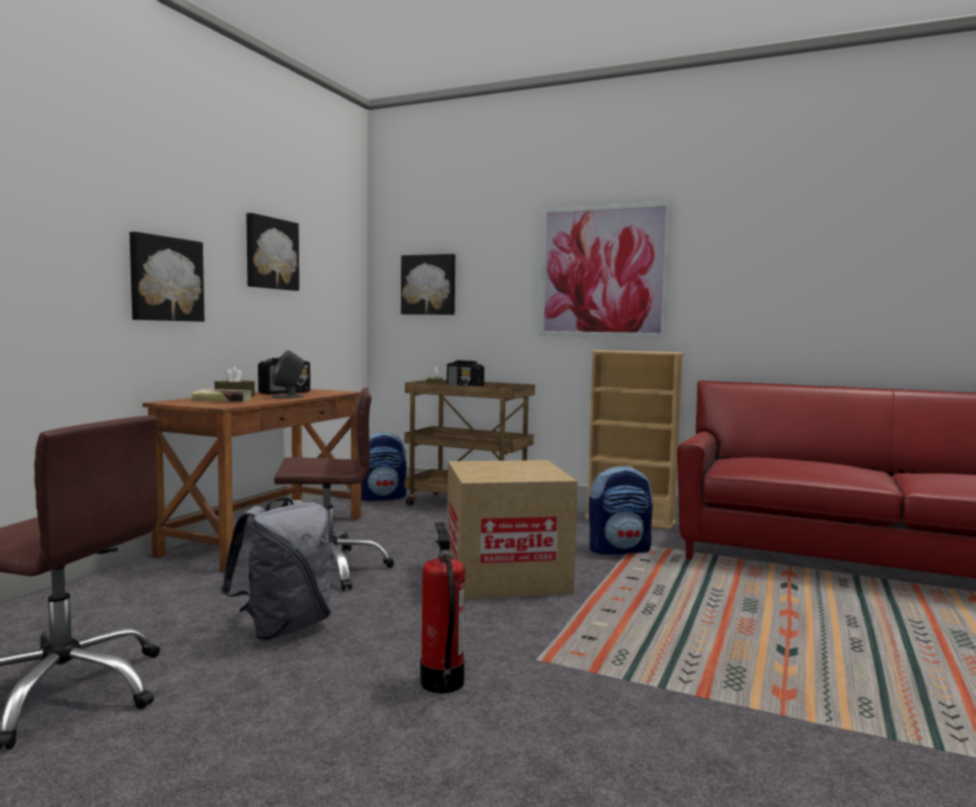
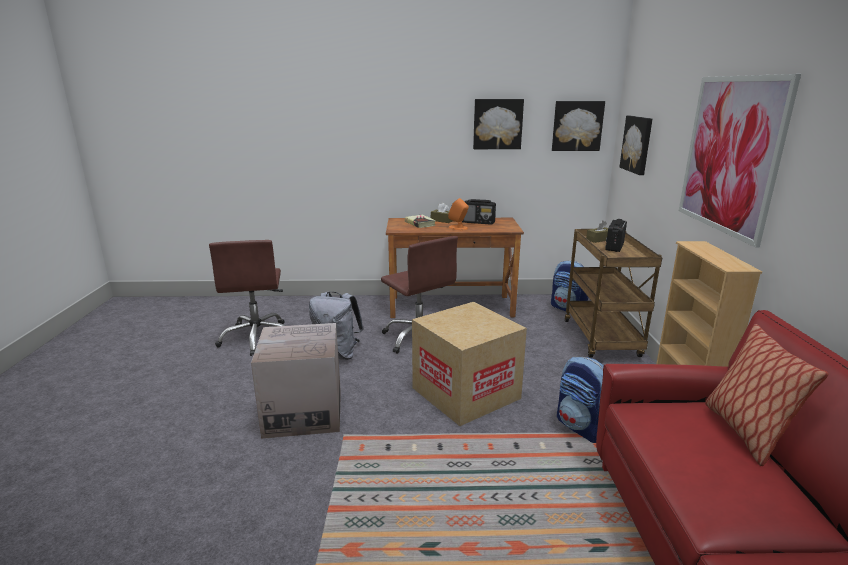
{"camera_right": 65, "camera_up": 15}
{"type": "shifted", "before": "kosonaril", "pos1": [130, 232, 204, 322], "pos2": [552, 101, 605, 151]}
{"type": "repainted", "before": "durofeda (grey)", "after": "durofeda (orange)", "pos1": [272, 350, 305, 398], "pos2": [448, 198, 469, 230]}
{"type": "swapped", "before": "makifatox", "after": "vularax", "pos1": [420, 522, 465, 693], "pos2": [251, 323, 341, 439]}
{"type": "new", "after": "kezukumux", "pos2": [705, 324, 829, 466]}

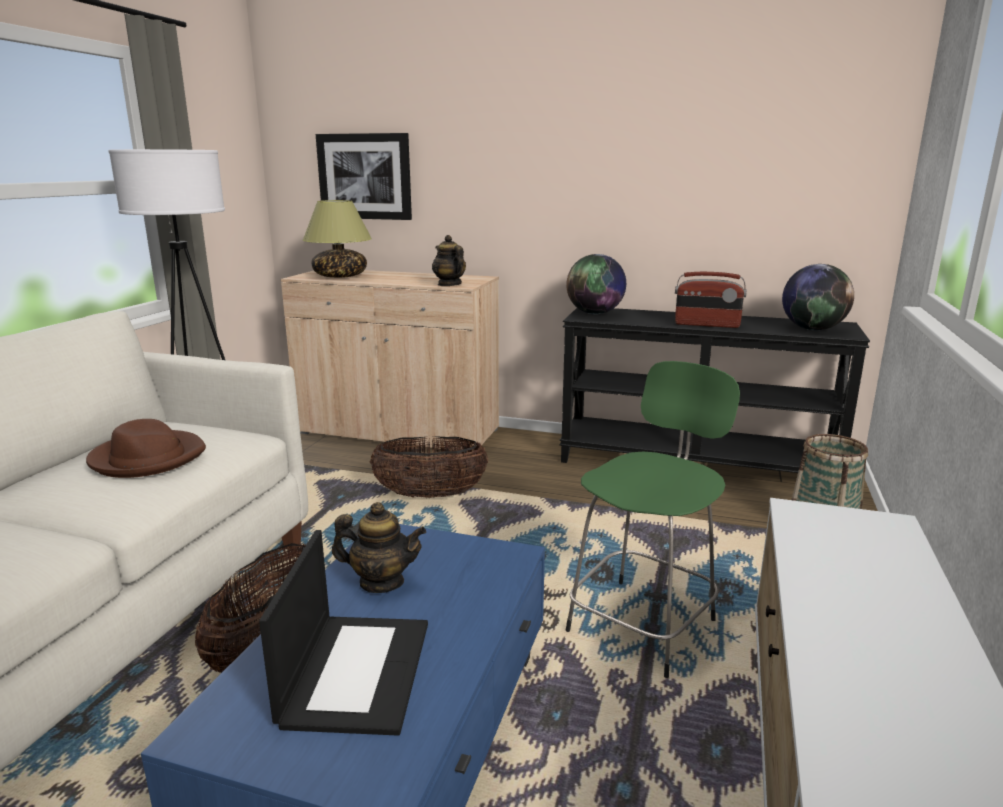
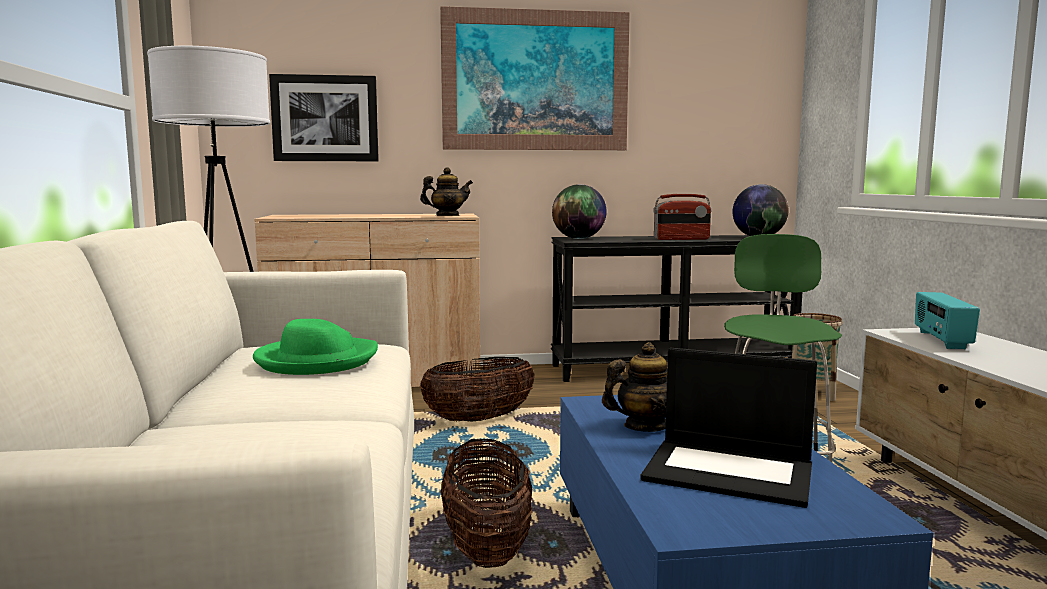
{"camera_right": -25, "camera_up": -10}
{"type": "repainted", "before": "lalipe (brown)", "after": "lalipe (green)", "pos1": [86, 419, 206, 478], "pos2": [253, 319, 378, 375]}
{"type": "rotated", "before": "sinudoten", "pos1": [259, 530, 428, 736], "pos2": [641, 347, 817, 508], "turn": 135}
{"type": "gone", "before": "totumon", "pos1": [303, 200, 372, 278]}
{"type": "rotated", "before": "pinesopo", "pos1": [432, 235, 466, 286], "pos2": [420, 167, 473, 216], "turn": 135}
{"type": "new", "after": "kosonaril", "pos2": [440, 6, 630, 150]}
{"type": "new", "after": "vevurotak", "pos2": [915, 292, 980, 349]}

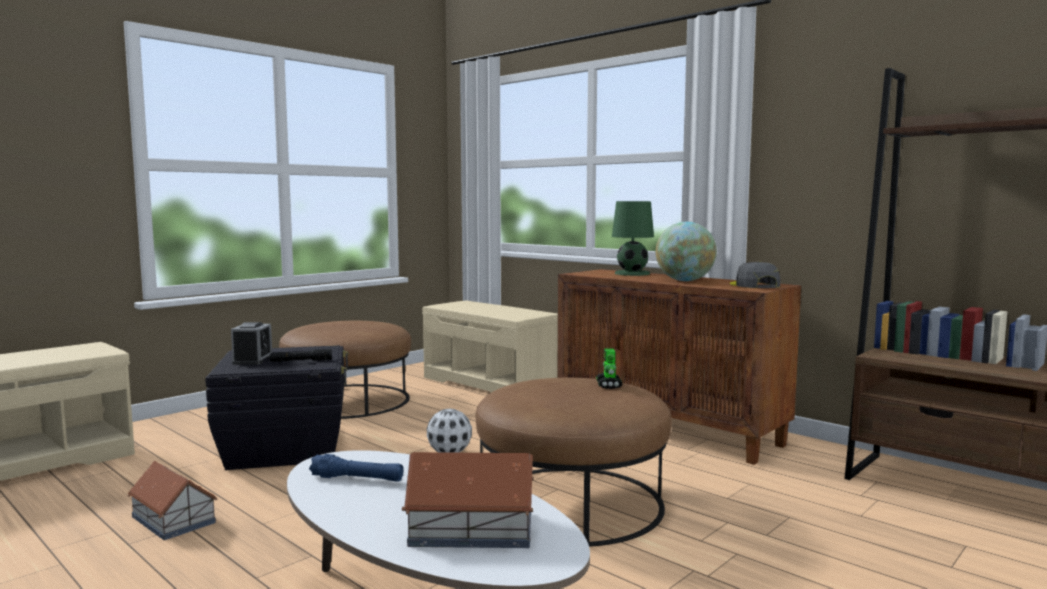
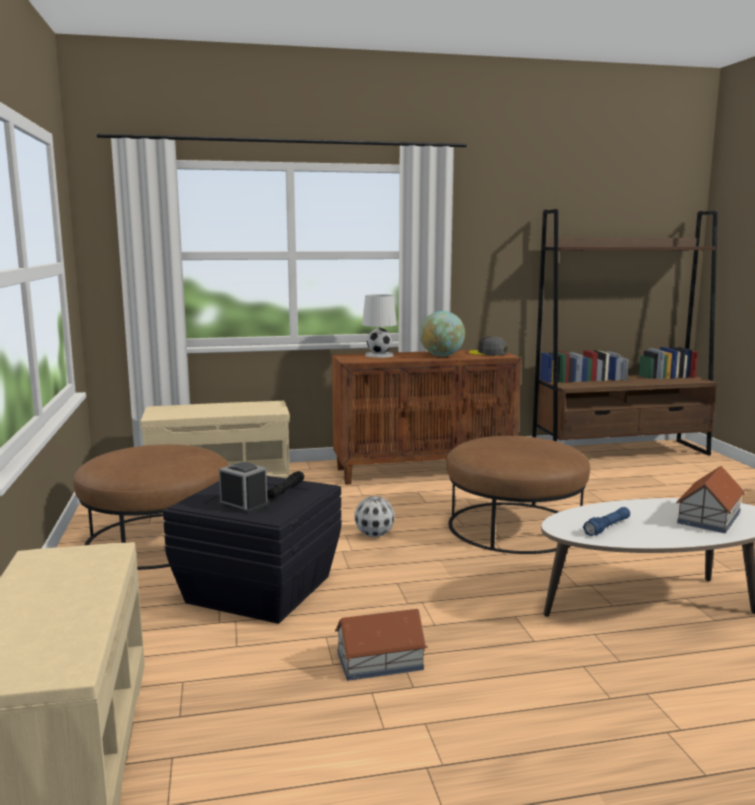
{"camera_right": -55, "camera_up": 5}
{"type": "gone", "before": "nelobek", "pos1": [596, 348, 622, 389]}
{"type": "repainted", "before": "totumon (green)", "after": "totumon (white)", "pos1": [612, 201, 654, 276], "pos2": [362, 294, 397, 358]}

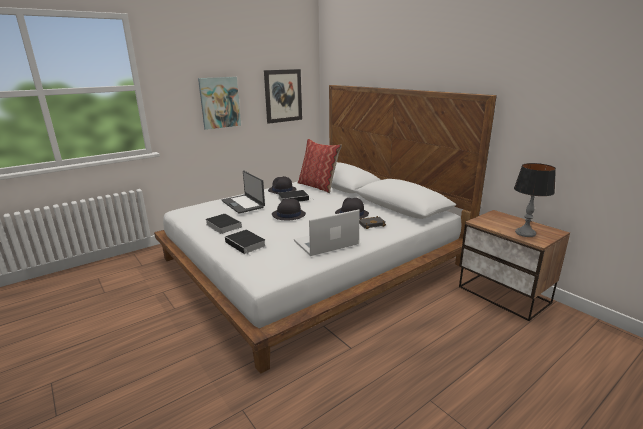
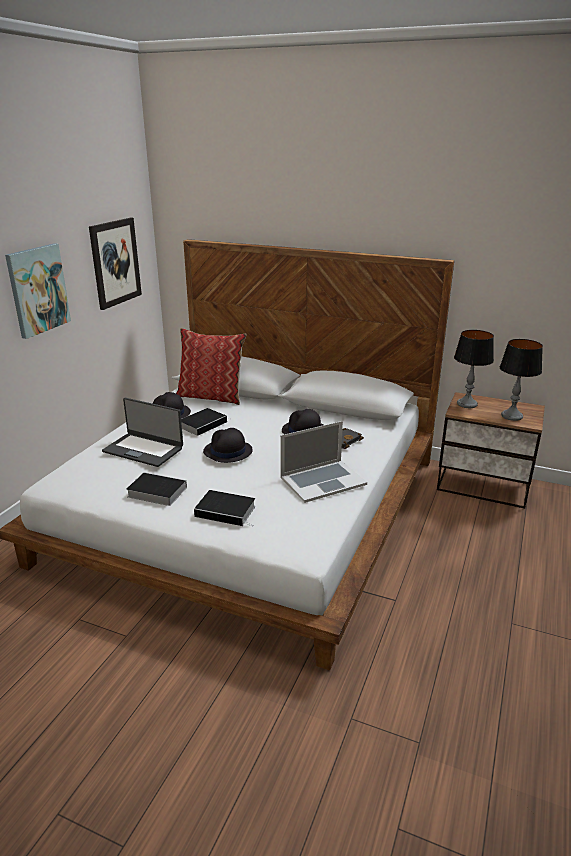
{"camera_right": -30, "camera_up": 5}
{"type": "rotated", "before": "sinudoten", "pos1": [294, 209, 360, 256], "pos2": [280, 421, 367, 503], "turn": -150}
{"type": "new", "after": "totumon", "pos2": [454, 330, 494, 408]}

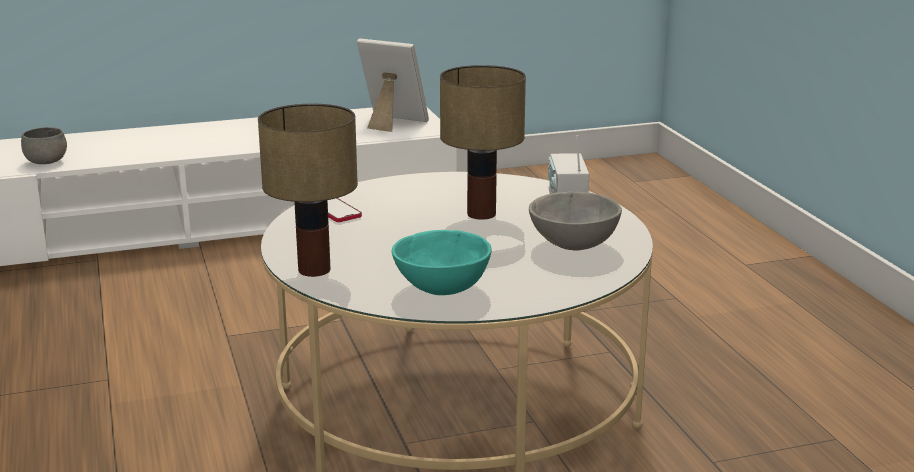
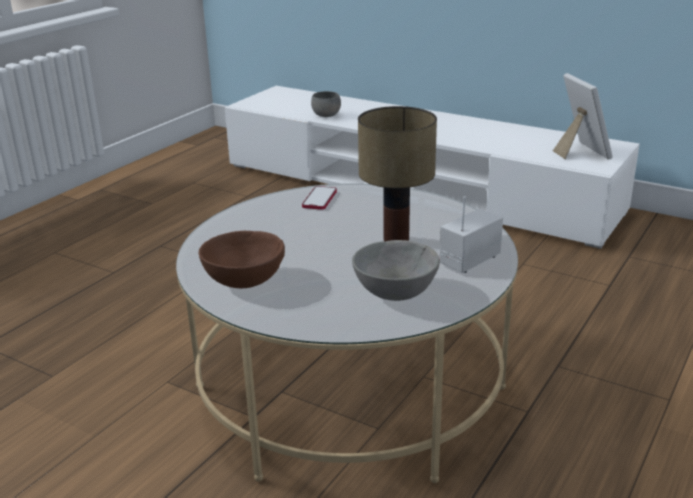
{"camera_right": 50, "camera_up": 5}
{"type": "gone", "before": "totumon", "pos1": [258, 104, 358, 277]}
{"type": "repainted", "before": "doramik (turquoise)", "after": "doramik (brown)", "pos1": [392, 230, 492, 295], "pos2": [199, 231, 285, 288]}

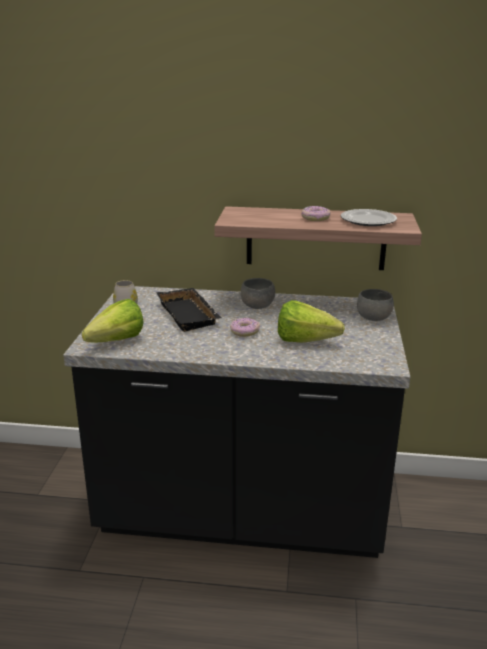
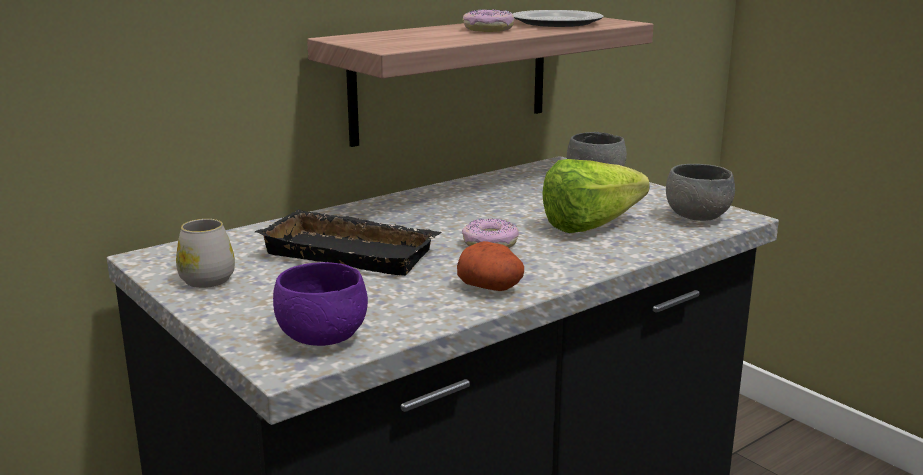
{"camera_right": -45, "camera_up": -5}
{"type": "swapped", "before": "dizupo", "after": "doramik (purple)", "pos1": [82, 299, 144, 342], "pos2": [273, 262, 368, 346]}
{"type": "shifted", "before": "doramik (grey)", "pos1": [241, 278, 275, 309], "pos2": [666, 164, 735, 221]}
{"type": "new", "after": "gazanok", "pos2": [457, 241, 524, 291]}

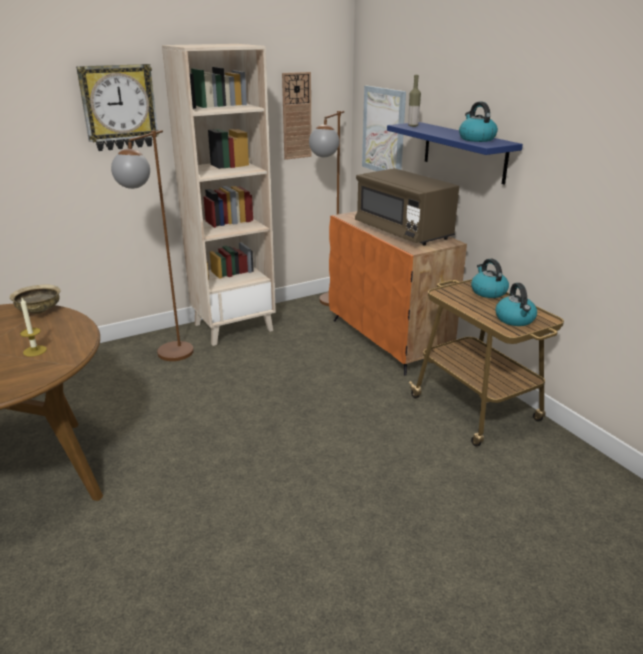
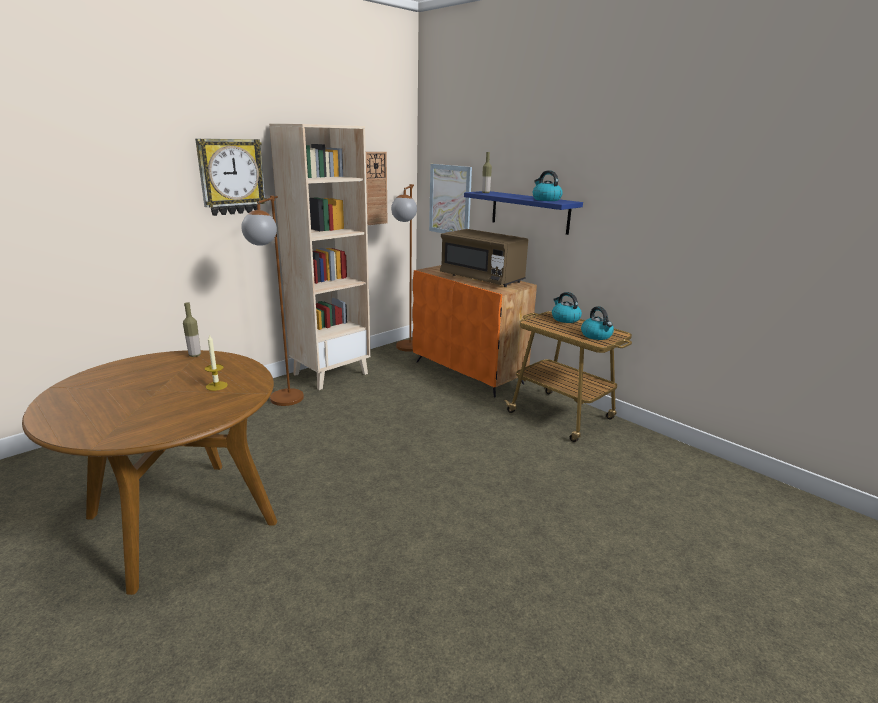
{"camera_right": -15, "camera_up": -5}
{"type": "swapped", "before": "doramik (beige)", "after": "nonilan", "pos1": [10, 285, 60, 314], "pos2": [183, 302, 201, 357]}

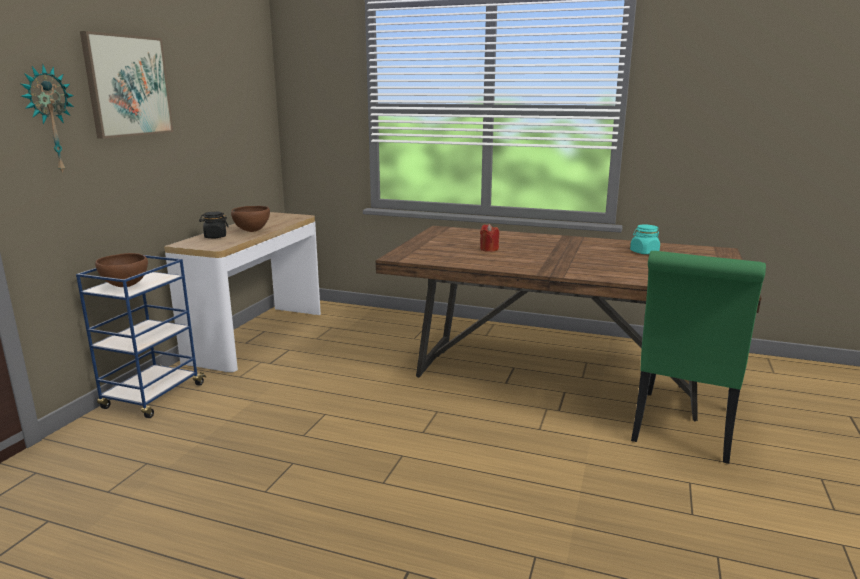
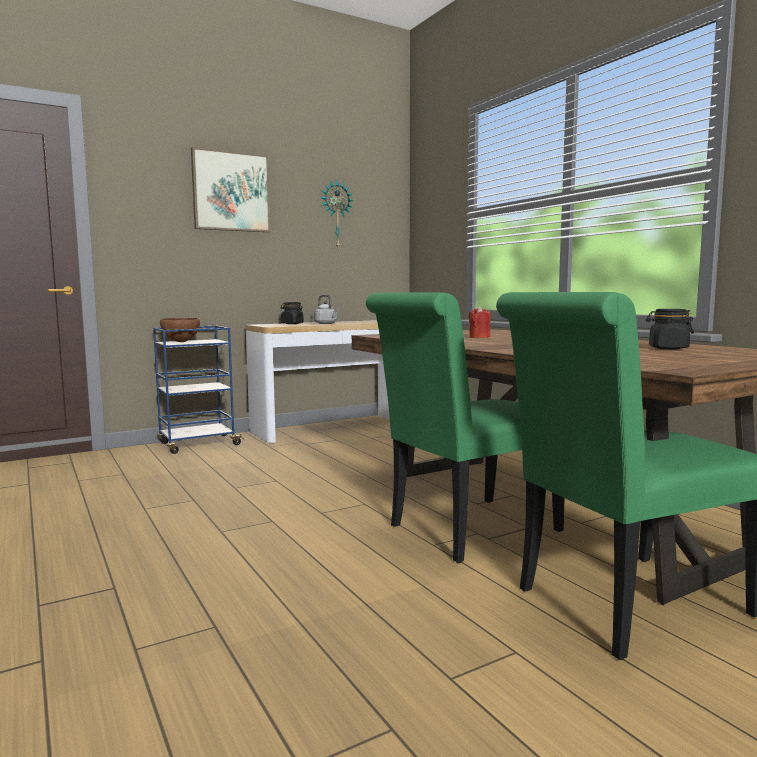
{"camera_right": 40, "camera_up": -10}
{"type": "shifted", "before": "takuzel", "pos1": [20, 65, 74, 175], "pos2": [321, 180, 354, 248]}
{"type": "swapped", "before": "doramik (brown)", "after": "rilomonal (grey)", "pos1": [231, 206, 270, 232], "pos2": [314, 295, 338, 324]}
{"type": "repainted", "before": "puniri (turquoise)", "after": "puniri (black)", "pos1": [630, 225, 660, 254], "pos2": [646, 309, 694, 350]}
{"type": "new", "after": "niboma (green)", "pos2": [366, 292, 565, 563]}

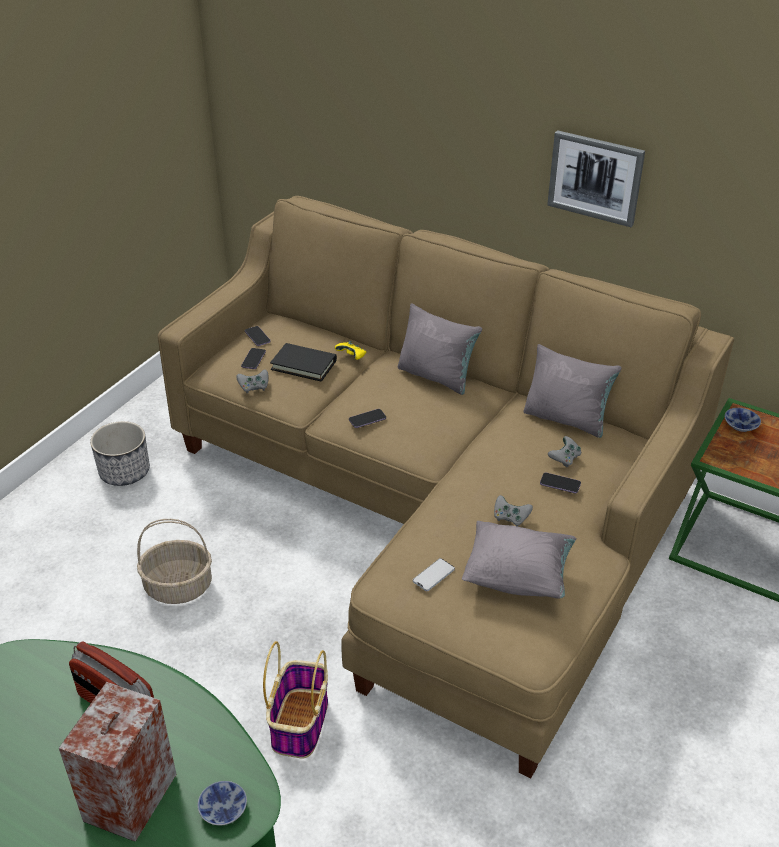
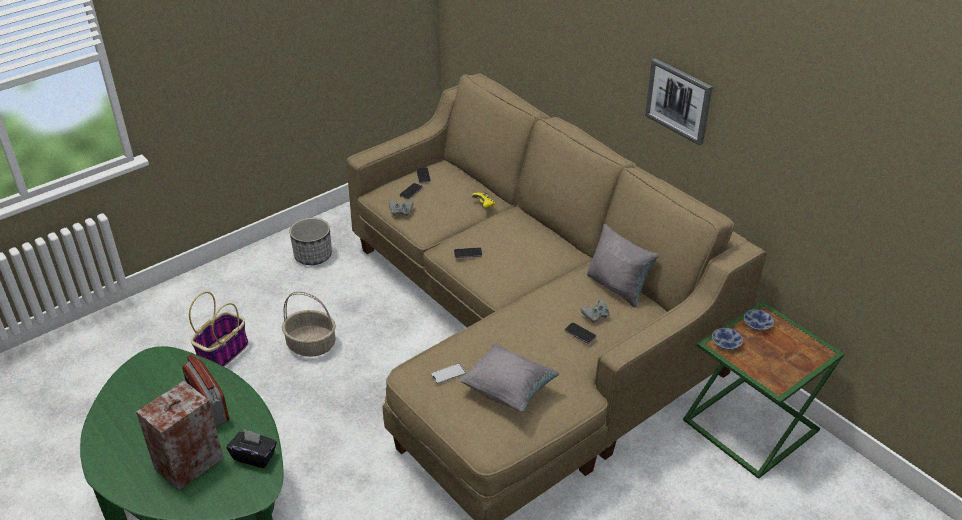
{"camera_right": 20, "camera_up": 0}
{"type": "shifted", "before": "doramik", "pos1": [198, 781, 247, 826], "pos2": [712, 328, 743, 350]}
{"type": "shifted", "before": "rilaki", "pos1": [263, 641, 328, 758], "pos2": [189, 292, 248, 367]}
{"type": "gone", "before": "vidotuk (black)", "pos1": [270, 343, 337, 382]}
{"type": "gone", "before": "kezukumux (grey)", "pos1": [398, 303, 482, 395]}
{"type": "gone", "before": "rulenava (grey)", "pos1": [494, 495, 533, 527]}
{"type": "new", "after": "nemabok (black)", "pos2": [227, 429, 277, 468]}

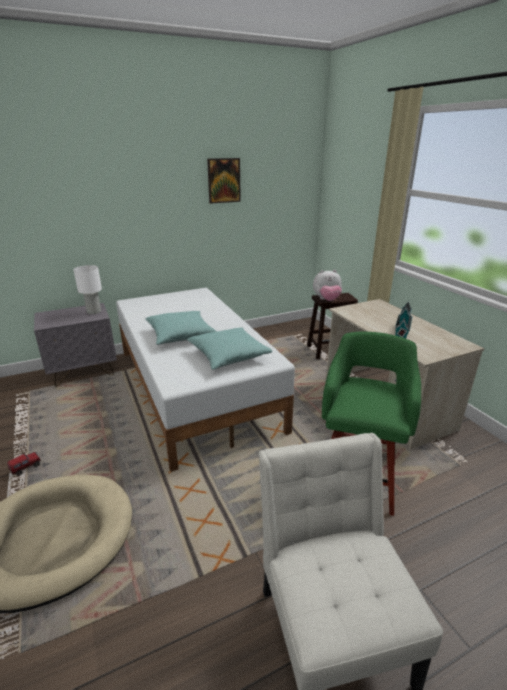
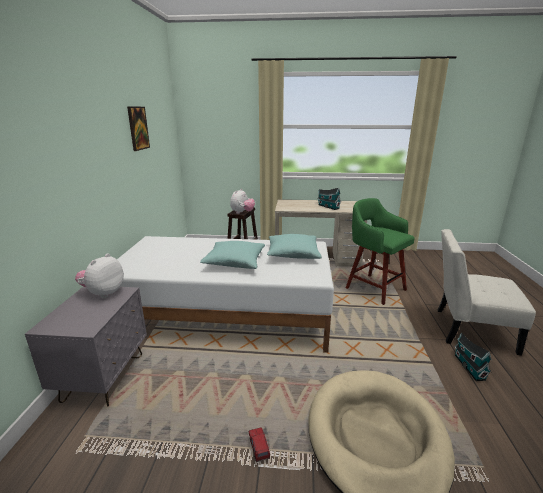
{"camera_right": -60, "camera_up": -5}
{"type": "swapped", "before": "totumon (white)", "after": "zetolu", "pos1": [73, 265, 102, 314], "pos2": [75, 253, 124, 298]}
{"type": "new", "after": "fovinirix", "pos2": [455, 333, 492, 381]}

